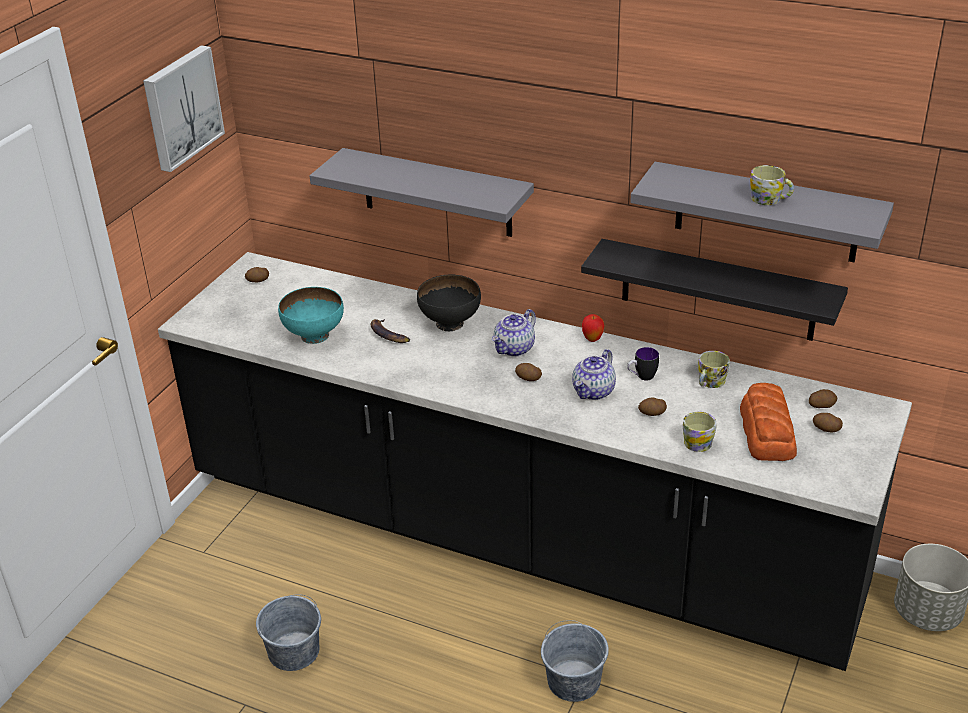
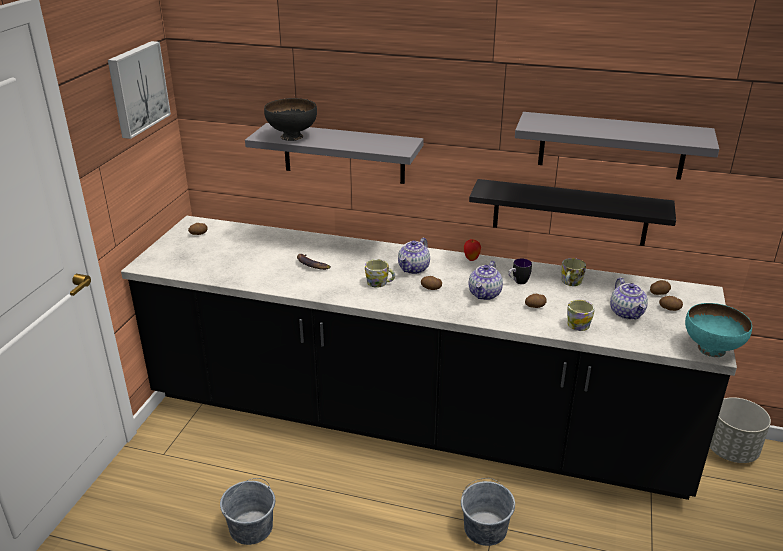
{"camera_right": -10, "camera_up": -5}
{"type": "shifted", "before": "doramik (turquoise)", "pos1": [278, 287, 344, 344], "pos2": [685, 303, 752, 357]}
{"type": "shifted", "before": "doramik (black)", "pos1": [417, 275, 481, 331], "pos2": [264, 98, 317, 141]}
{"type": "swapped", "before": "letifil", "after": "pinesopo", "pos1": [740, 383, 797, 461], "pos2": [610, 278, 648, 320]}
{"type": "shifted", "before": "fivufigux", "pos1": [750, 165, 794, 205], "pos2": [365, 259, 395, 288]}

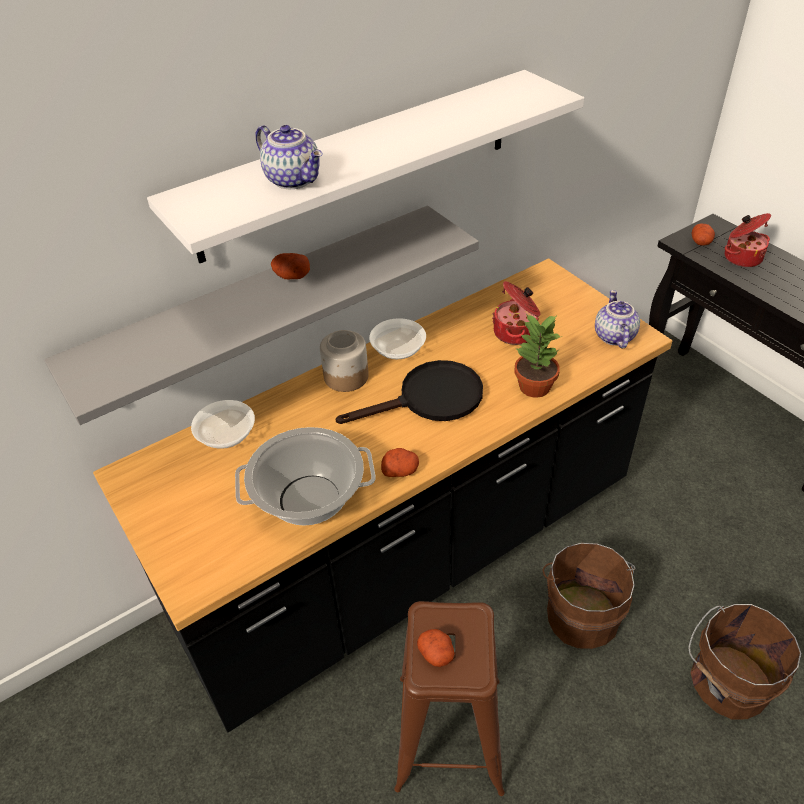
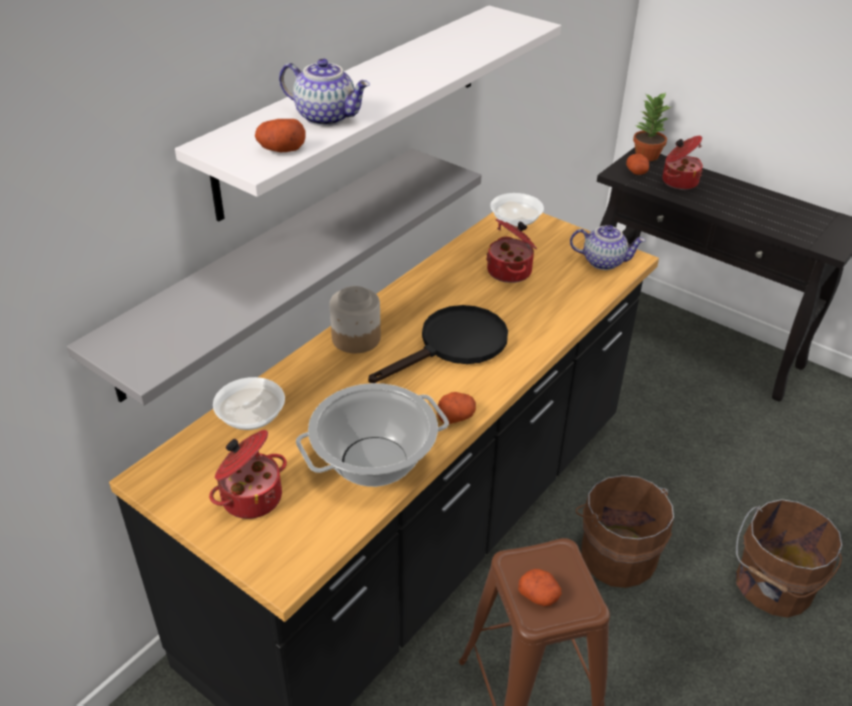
{"camera_right": -20, "camera_up": -5}
{"type": "shifted", "before": "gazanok", "pos1": [271, 253, 310, 279], "pos2": [255, 119, 305, 152]}
{"type": "shifted", "before": "doramik", "pos1": [369, 318, 426, 359], "pos2": [490, 193, 544, 227]}
{"type": "shifted", "before": "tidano", "pos1": [514, 314, 563, 398], "pos2": [633, 93, 671, 161]}
{"type": "rotated", "before": "pinesopo", "pos1": [595, 290, 640, 349], "pos2": [570, 225, 646, 270], "turn": 120}
{"type": "new", "after": "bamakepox", "pos2": [209, 430, 287, 519]}

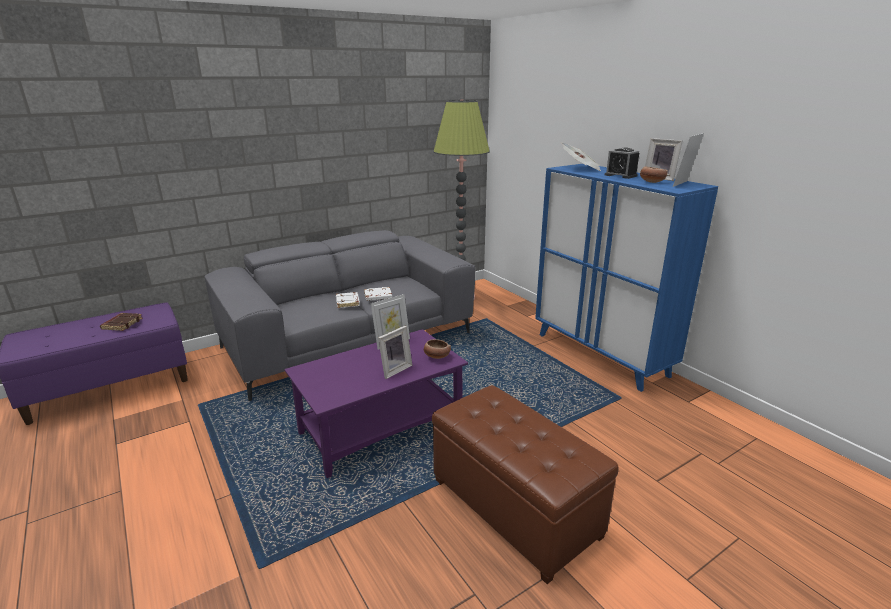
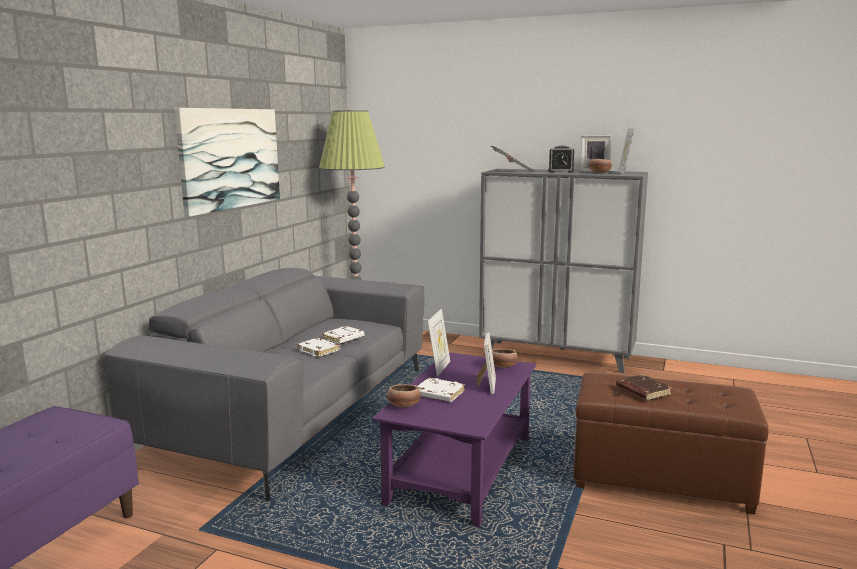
{"camera_right": -35, "camera_up": -10}
{"type": "shifted", "before": "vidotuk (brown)", "pos1": [100, 313, 142, 331], "pos2": [616, 374, 672, 400]}
{"type": "repainted", "before": "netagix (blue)", "after": "netagix (grey)", "pos1": [535, 164, 718, 392], "pos2": [479, 169, 648, 373]}
{"type": "new", "after": "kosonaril", "pos2": [174, 108, 280, 217]}
{"type": "new", "after": "doramik", "pos2": [387, 384, 420, 407]}
{"type": "new", "after": "vidotuk (white)", "pos2": [417, 378, 465, 402]}

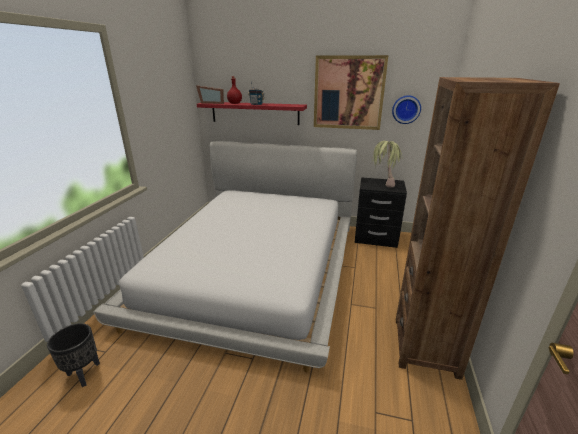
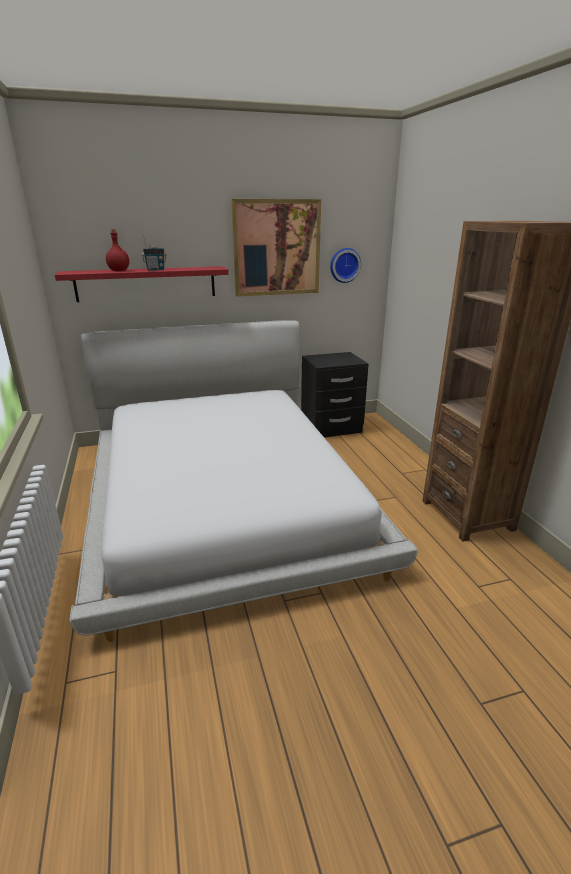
{"camera_right": -30, "camera_up": 0}
{"type": "gone", "before": "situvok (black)", "pos1": [47, 323, 100, 387]}
{"type": "gone", "before": "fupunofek", "pos1": [196, 85, 224, 104]}
{"type": "gone", "before": "tidano", "pos1": [372, 141, 403, 188]}

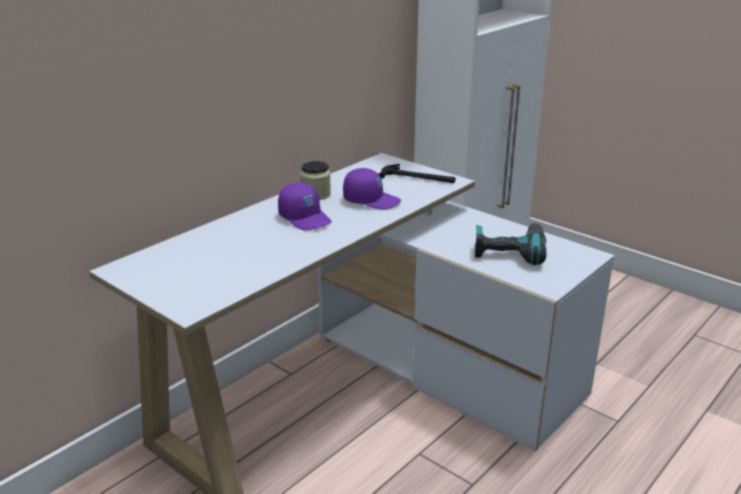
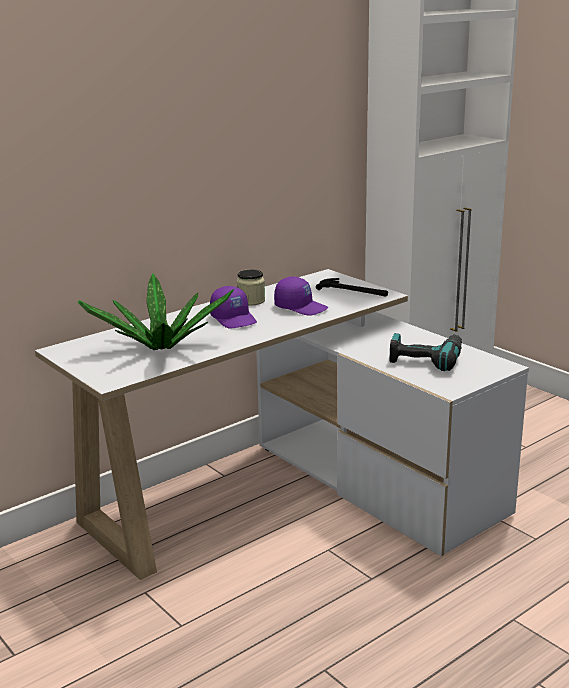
{"camera_right": 10, "camera_up": -5}
{"type": "new", "after": "tidano", "pos2": [78, 273, 234, 350]}

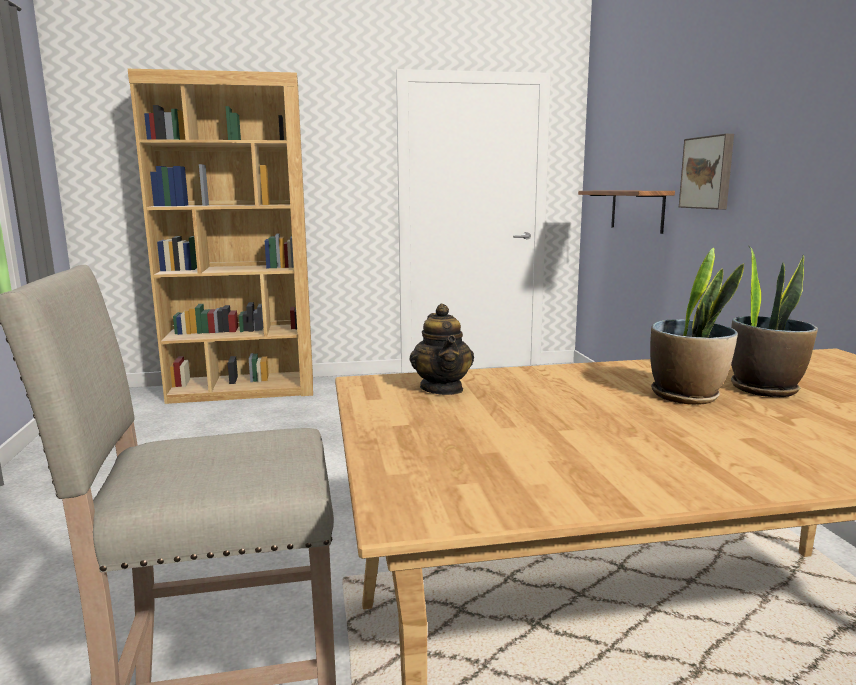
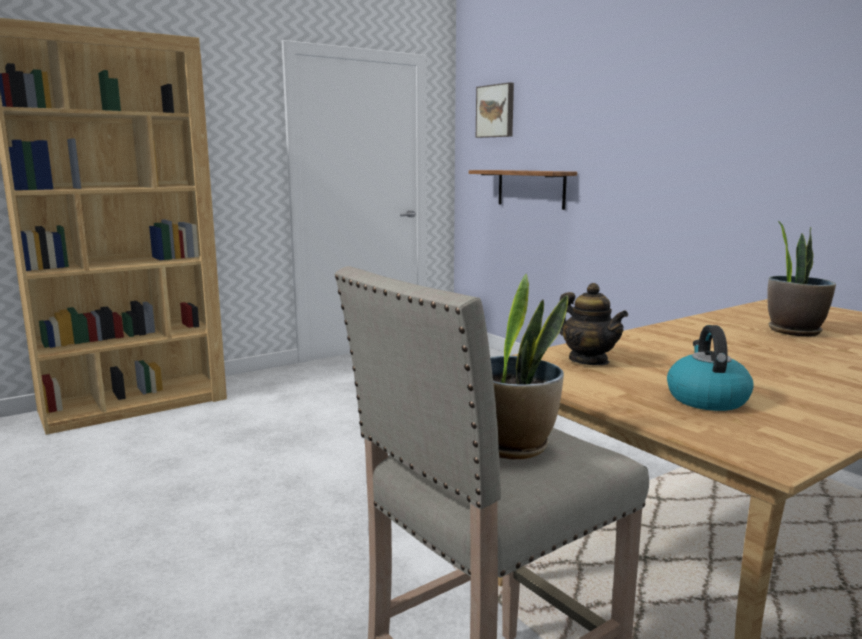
{"camera_right": -25, "camera_up": 0}
{"type": "shifted", "before": "tidano", "pos1": [650, 248, 744, 405], "pos2": [490, 274, 568, 459]}
{"type": "shifted", "before": "kosonaril", "pos1": [679, 134, 734, 209], "pos2": [476, 82, 514, 138]}
{"type": "new", "after": "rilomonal", "pos2": [667, 325, 754, 411]}

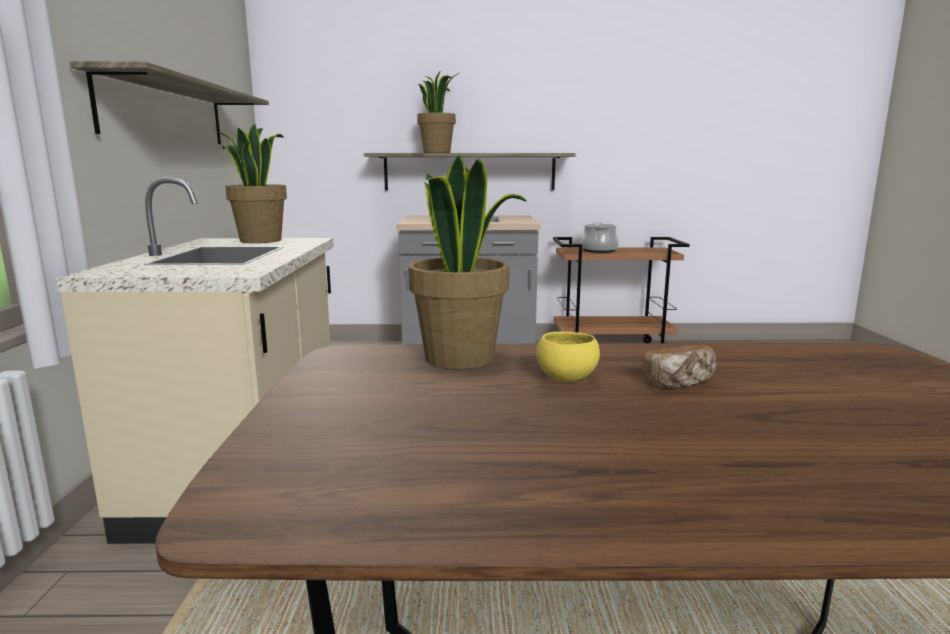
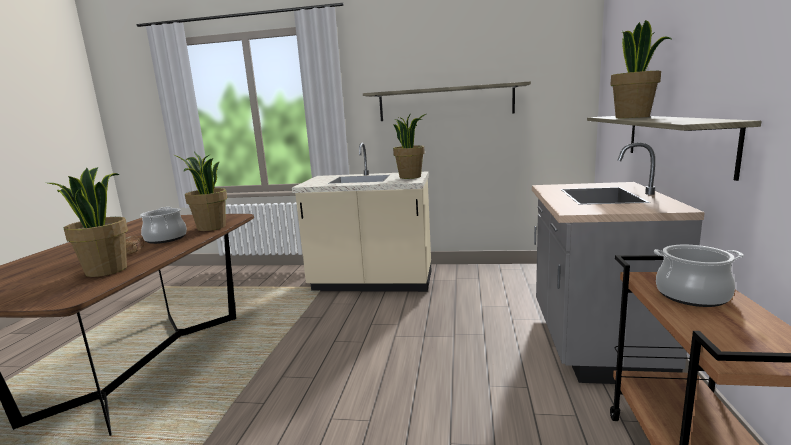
{"camera_right": 100, "camera_up": 0}
{"type": "swapped", "before": "doramik (yellow)", "after": "bamakepox", "pos1": [536, 332, 600, 382], "pos2": [140, 207, 187, 244]}
{"type": "new", "after": "tidano", "pos2": [48, 167, 128, 277]}

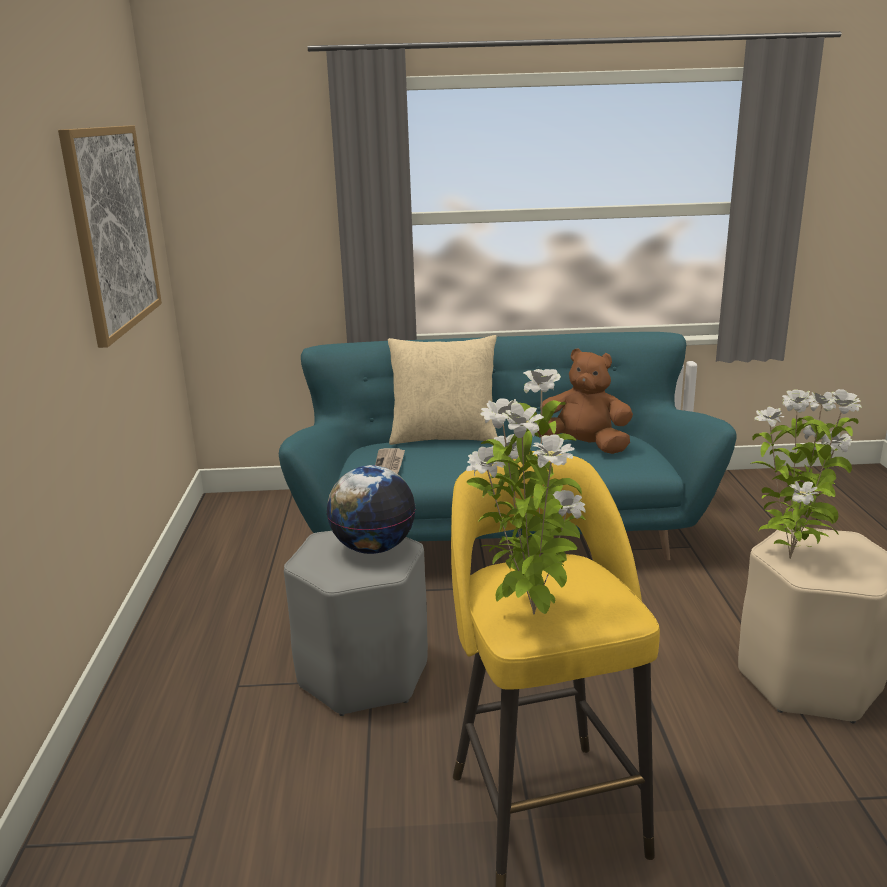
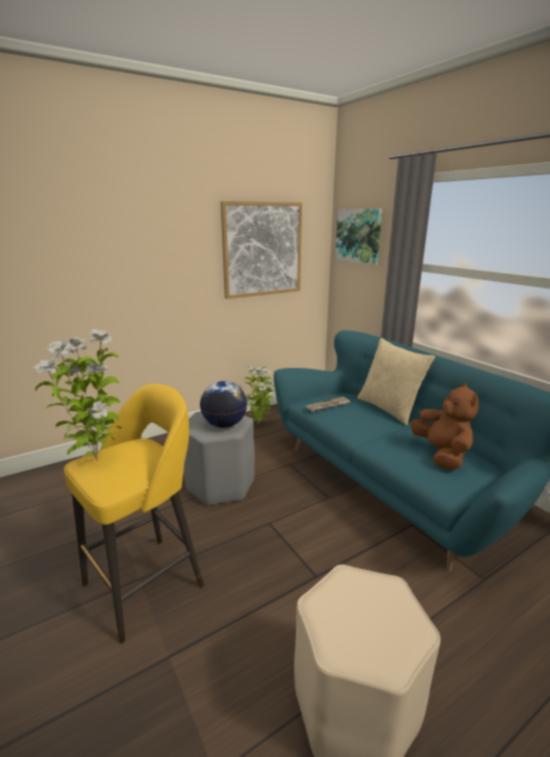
{"camera_right": 60, "camera_up": 0}
{"type": "shifted", "before": "tidano", "pos1": [750, 389, 862, 559], "pos2": [244, 365, 274, 424]}
{"type": "new", "after": "kosonaril", "pos2": [335, 209, 382, 265]}

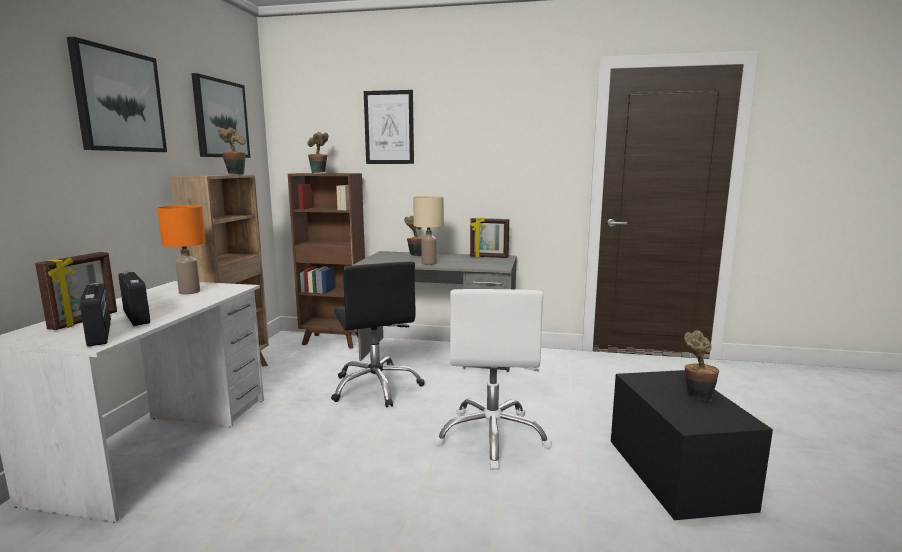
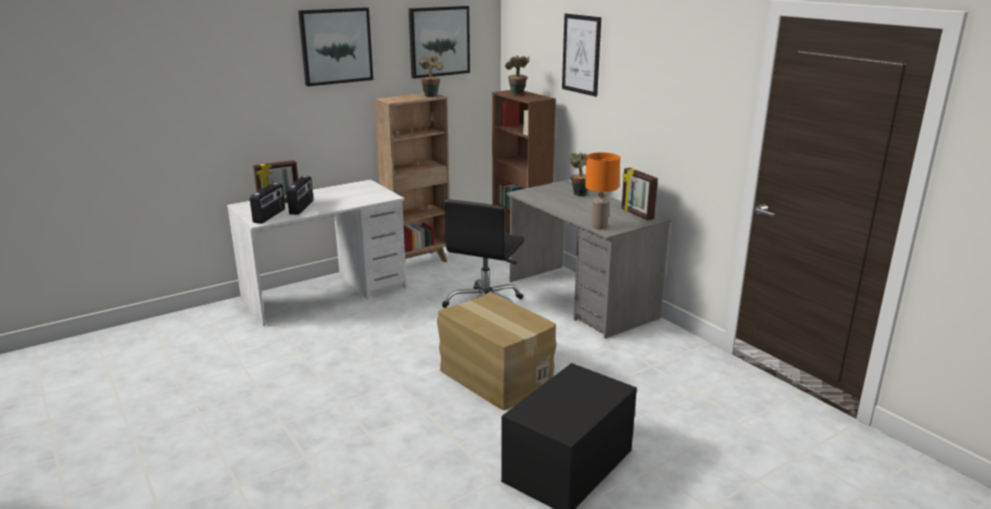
{"camera_right": 45, "camera_up": 10}
{"type": "shifted", "before": "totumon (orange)", "pos1": [157, 205, 206, 295], "pos2": [585, 152, 620, 230]}
{"type": "gone", "before": "totumon (beige)", "pos1": [413, 196, 444, 265]}
{"type": "swapped", "before": "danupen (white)", "after": "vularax", "pos1": [434, 289, 552, 470], "pos2": [437, 292, 557, 411]}
{"type": "gone", "before": "tidano", "pos1": [684, 330, 719, 401]}

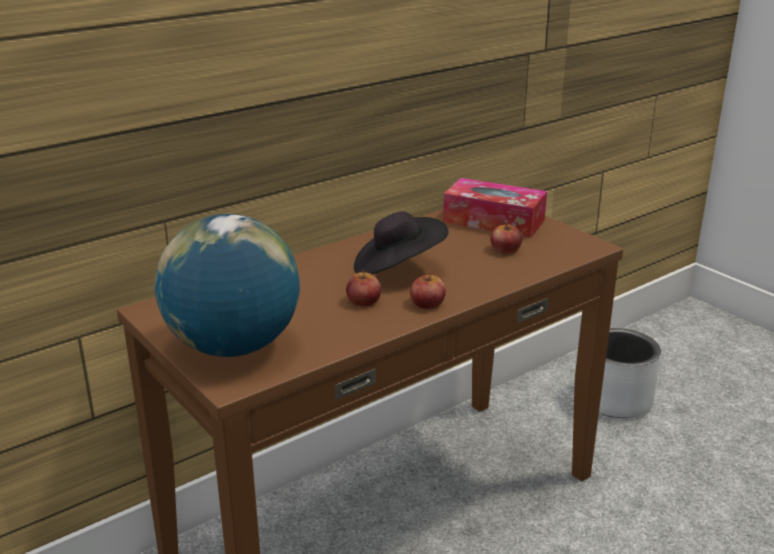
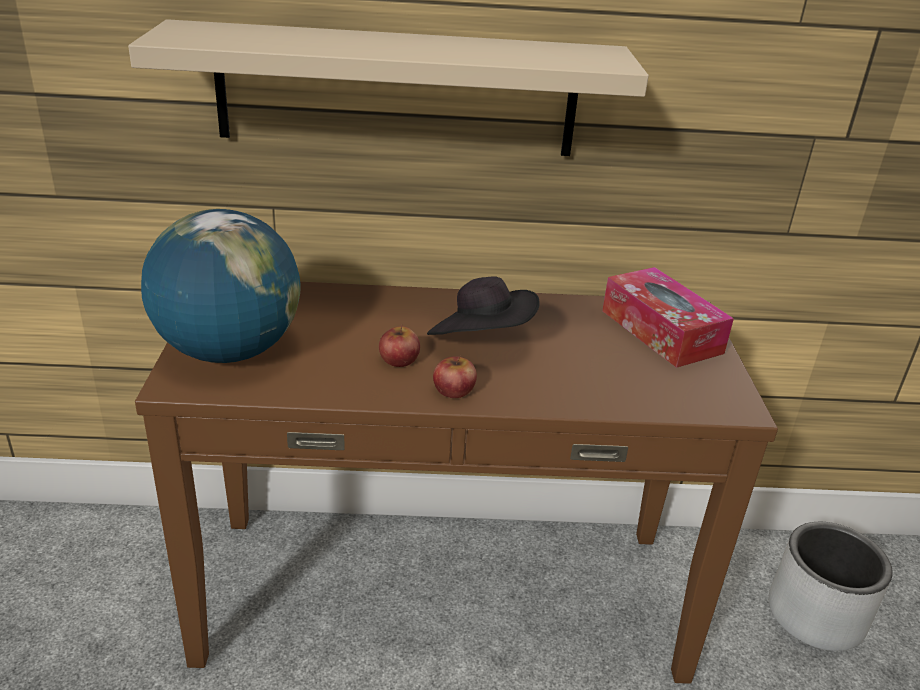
{"camera_right": 35, "camera_up": 5}
{"type": "gone", "before": "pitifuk", "pos1": [490, 223, 522, 254]}
{"type": "new", "after": "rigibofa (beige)", "pos2": [128, 19, 649, 156]}

